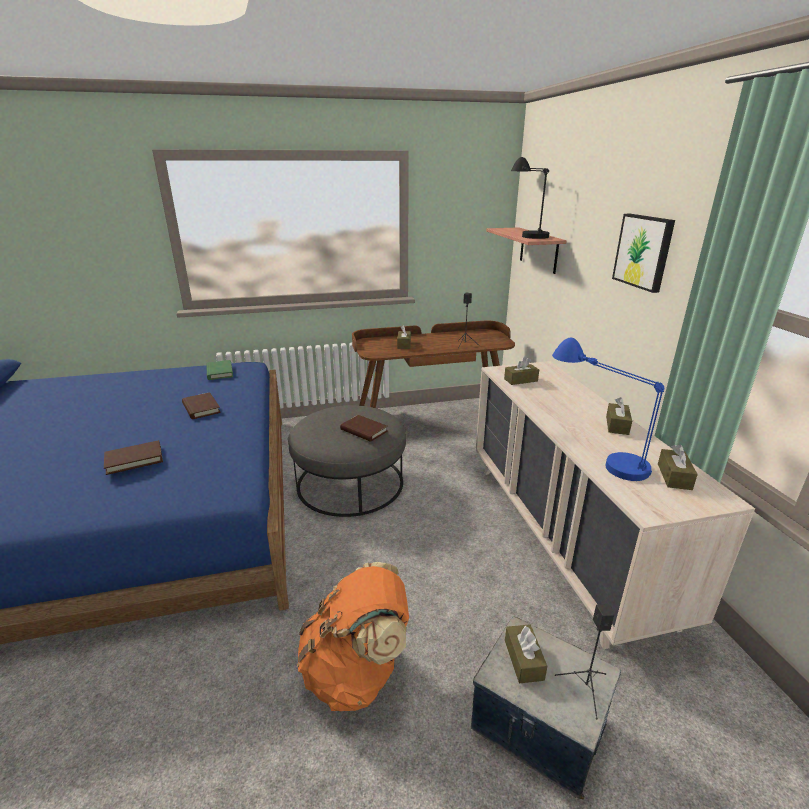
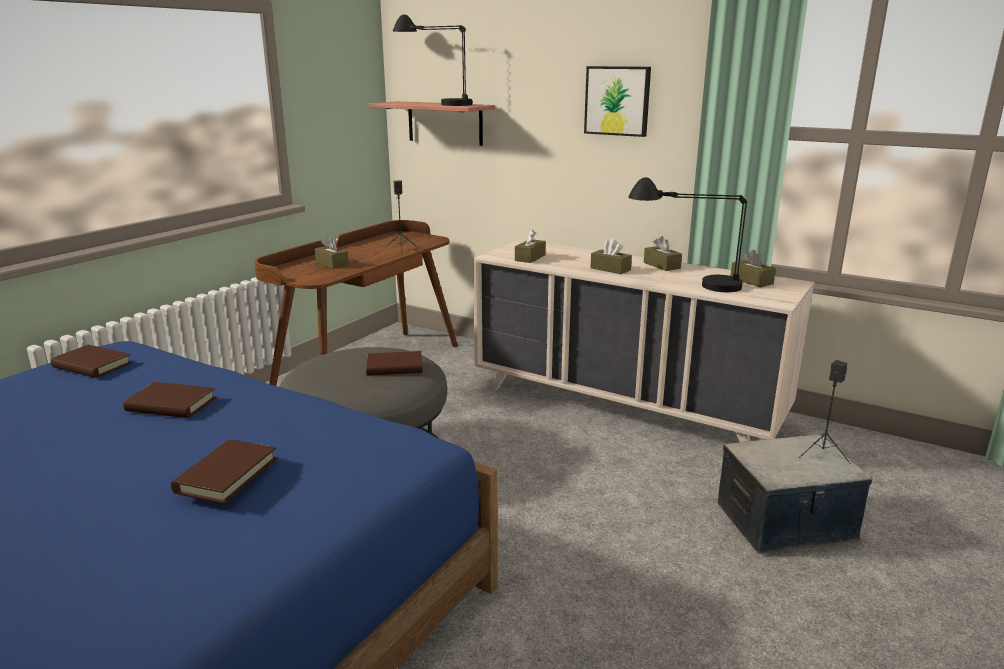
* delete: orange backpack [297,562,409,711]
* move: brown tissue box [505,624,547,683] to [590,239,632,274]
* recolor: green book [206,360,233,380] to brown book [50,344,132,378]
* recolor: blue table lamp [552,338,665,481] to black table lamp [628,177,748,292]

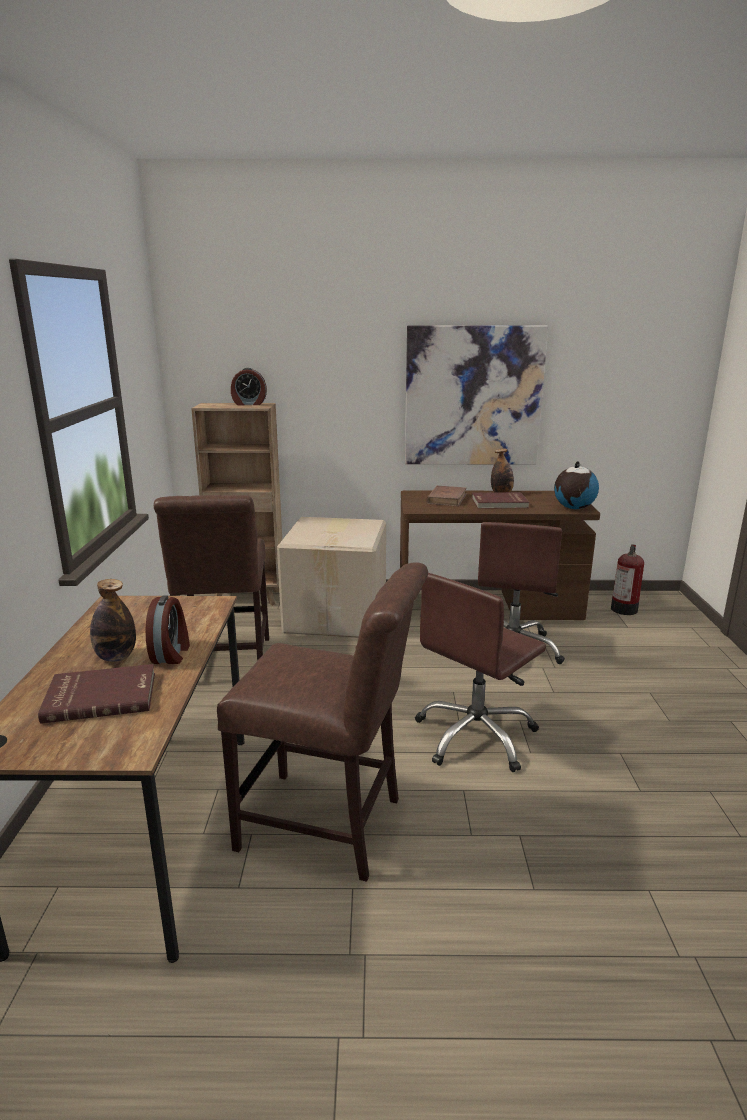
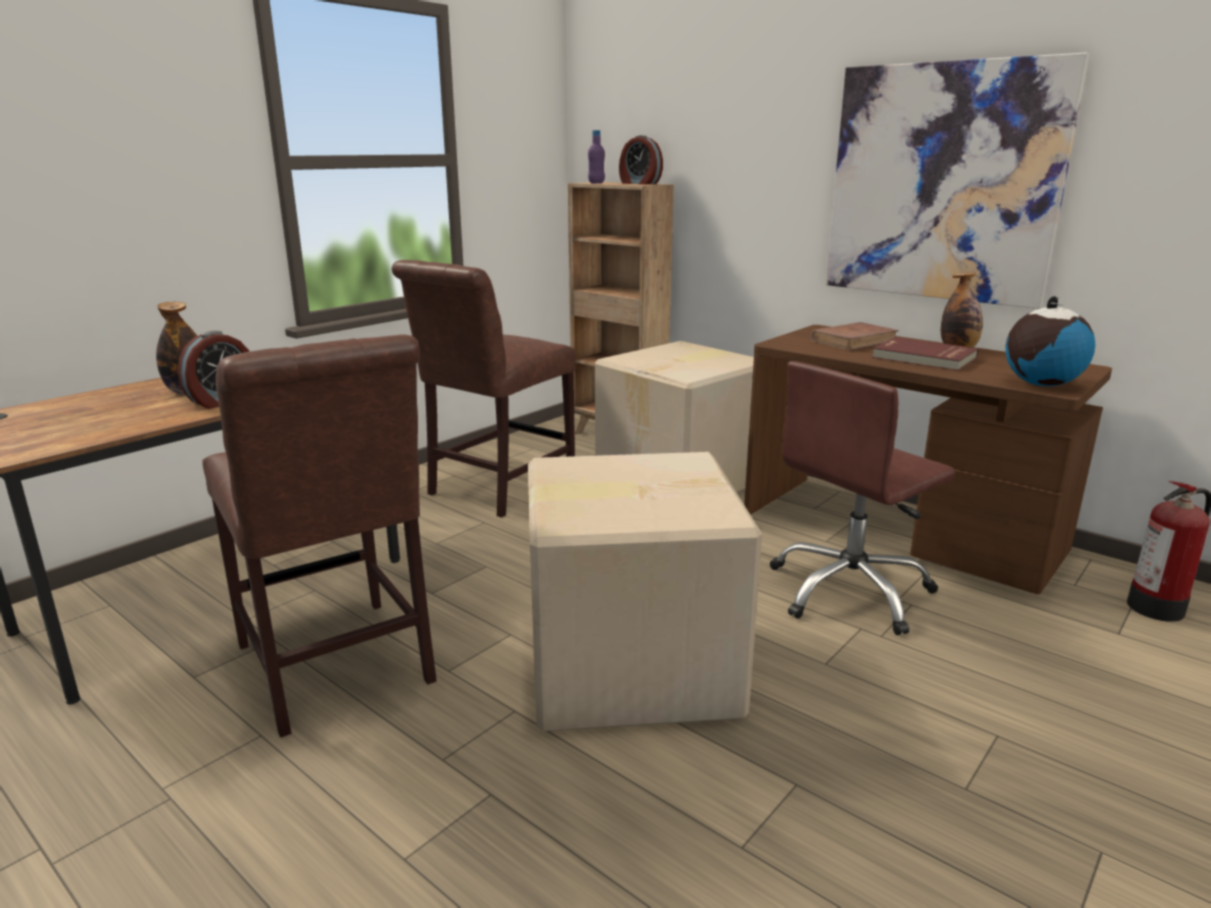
* delete: red book [38,664,155,724]
* insert: purple bottle [588,130,605,183]
* replace: brown office chair [415,573,546,772] to cardboard box [528,452,762,732]

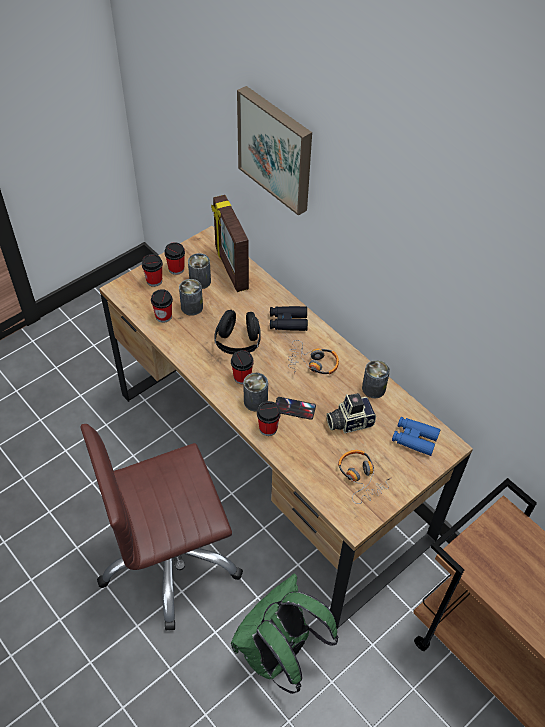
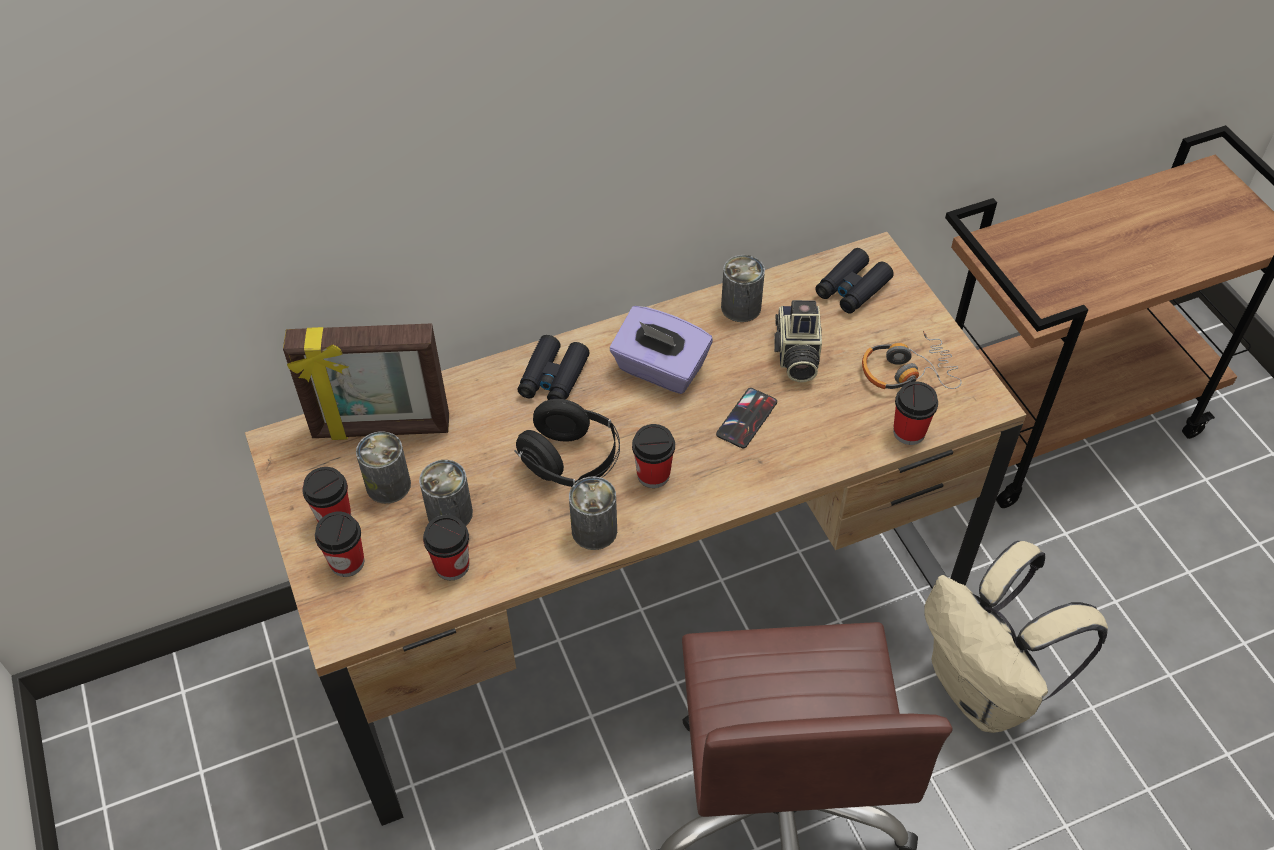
* delete: picture [237,86,312,216]
* move: can [243,373,268,411] to [569,476,617,550]
* move: cup [257,401,281,436] to [893,381,938,445]
* replace: headphones [288,340,339,374] to purple tissue box [610,306,713,394]
* recolor: green backpack [231,573,338,694] to beige backpack [924,541,1108,733]
* recolor: blue binoculars [392,417,440,456] to black binoculars [815,248,894,313]

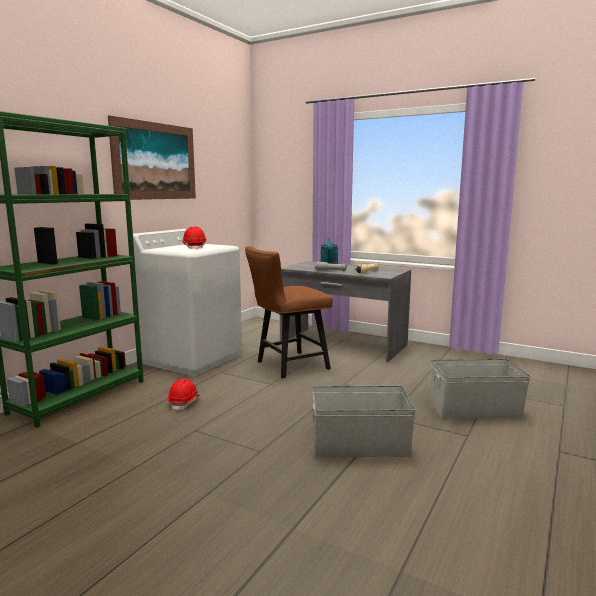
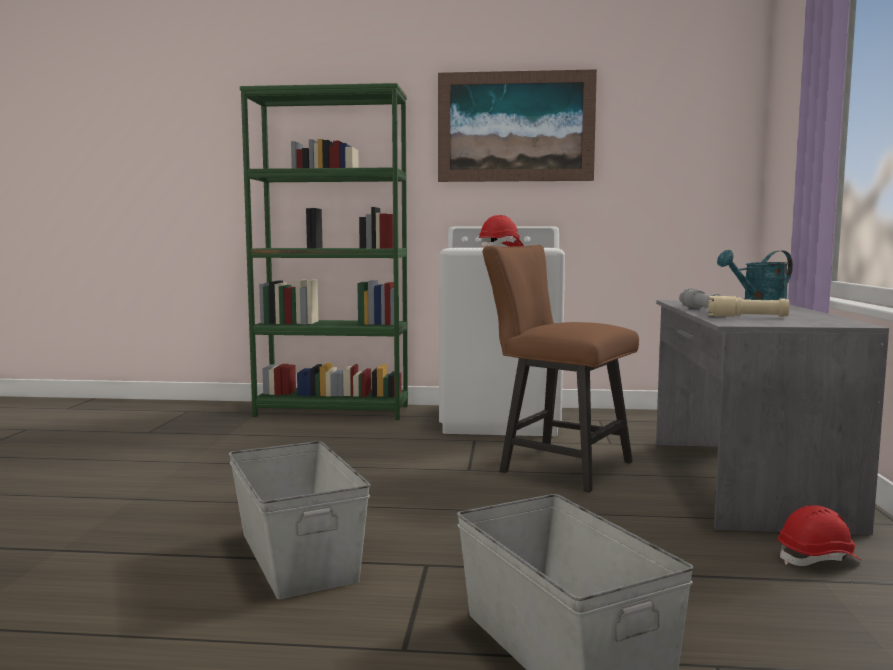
* move: red hard hat [168,379,200,411] to [778,505,862,566]

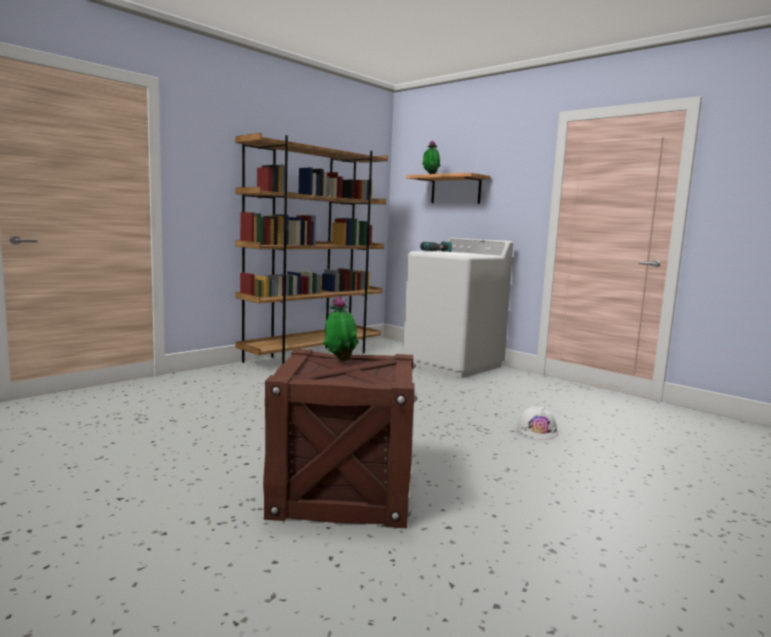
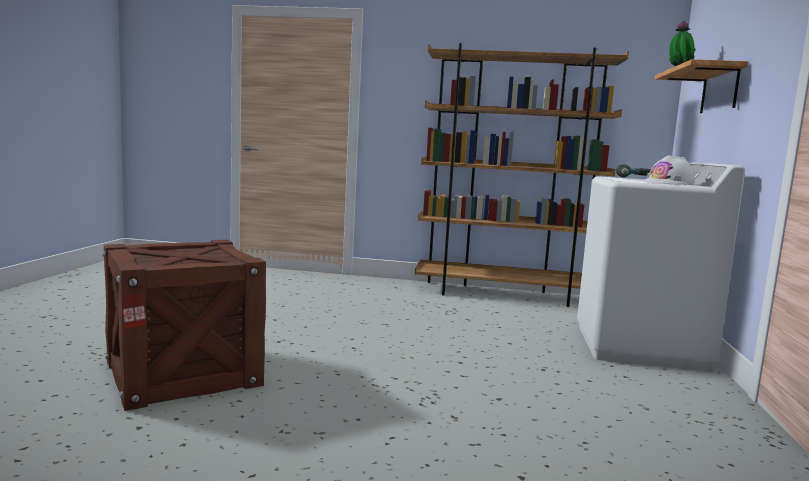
* delete: potted plant [323,296,359,361]
* move: white hard hat [516,406,558,440] to [644,155,695,185]

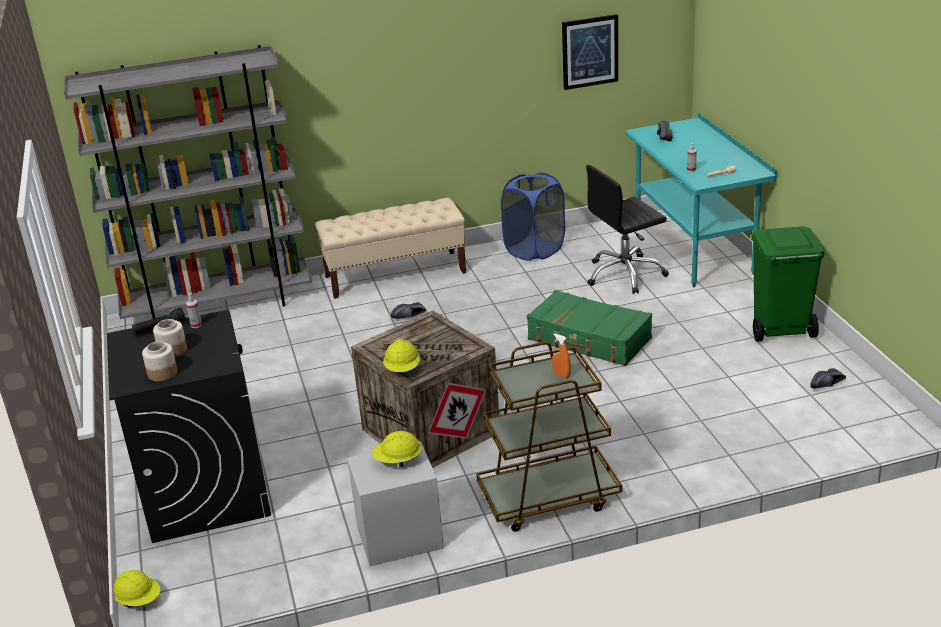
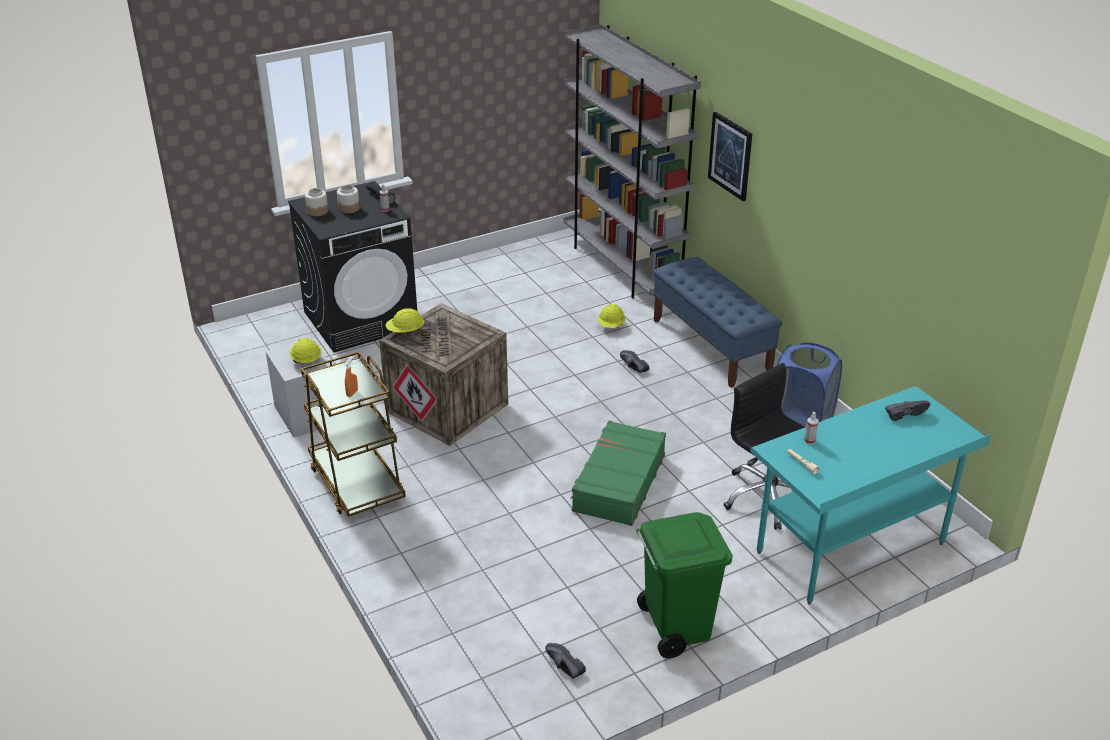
* move: yellow hard hat [114,570,160,608] to [598,304,625,328]
* move: picture [562,14,618,90] to [708,112,752,201]
* recolor: beige bench [315,198,466,299] to blue bench [653,257,782,388]

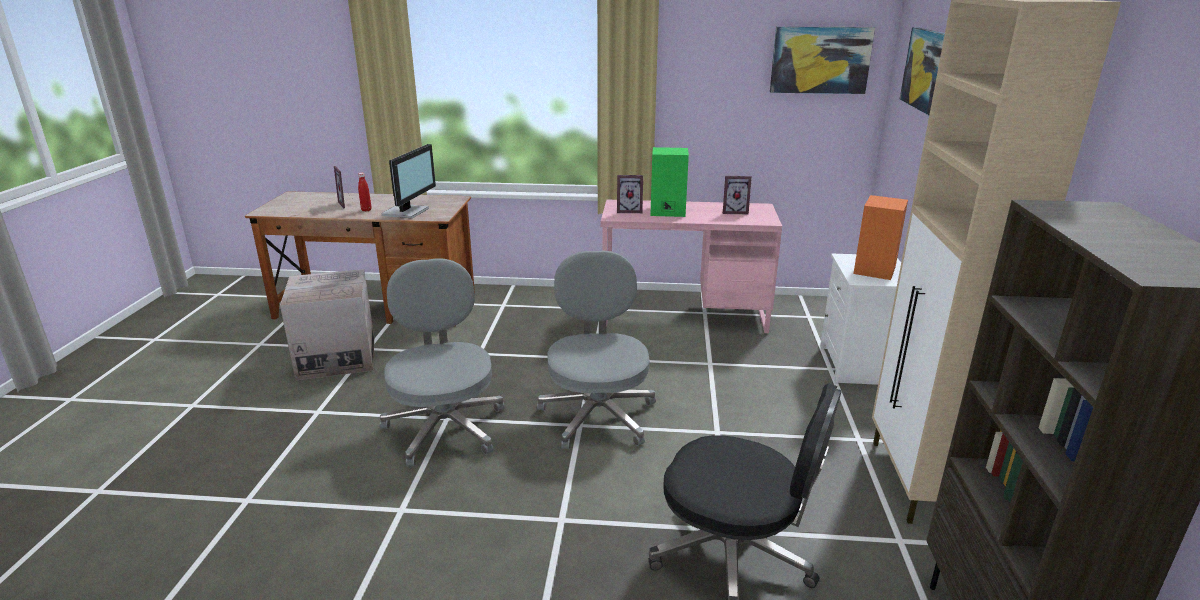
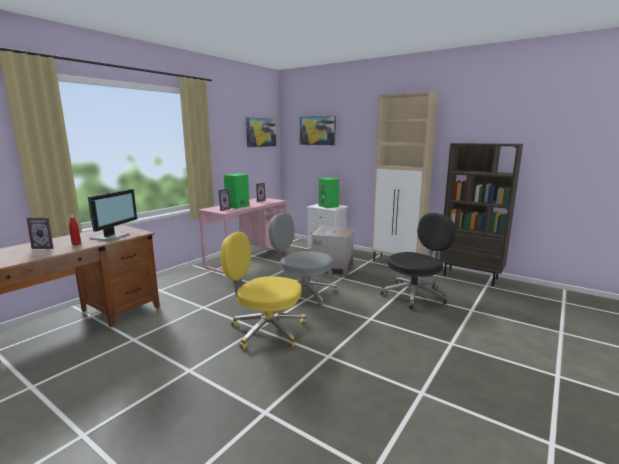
* move: cardboard box [280,269,374,381] to [312,226,354,277]
* recolor: grey office chair [380,258,505,467] to yellow office chair [221,232,306,350]
* recolor: orange speaker [853,195,908,280] to green speaker [318,178,339,208]
* rotate: monitor [381,144,436,218] = [88,189,137,241] 60 degrees clockwise

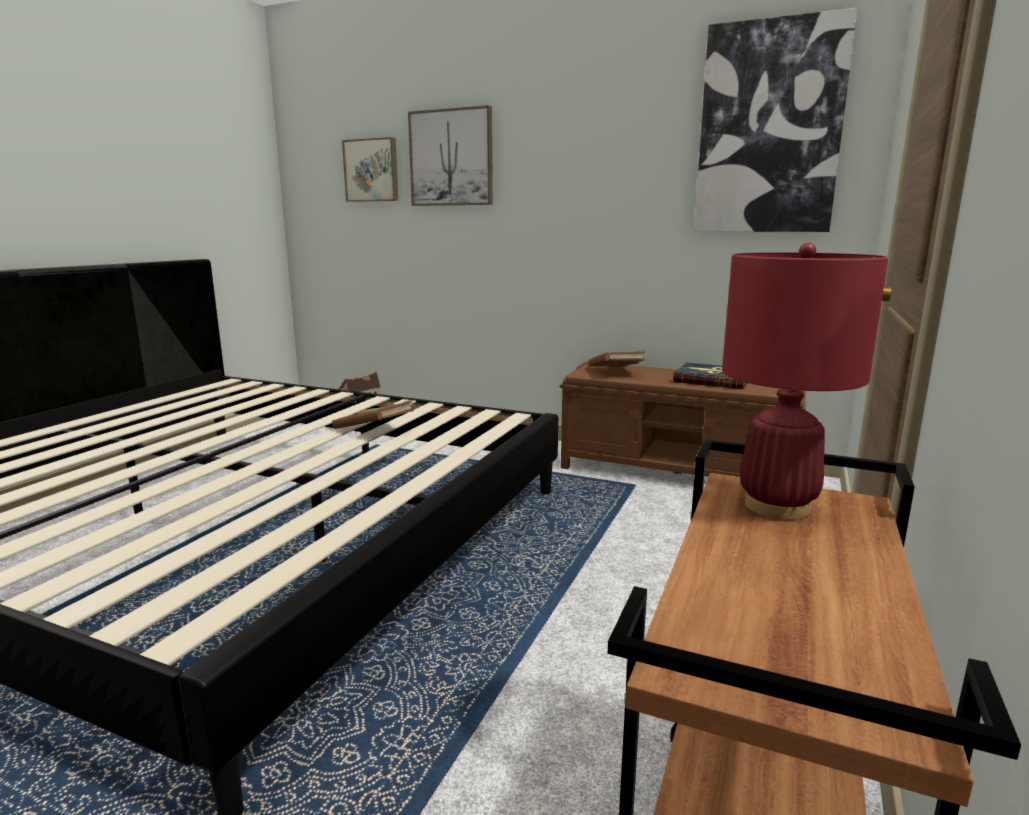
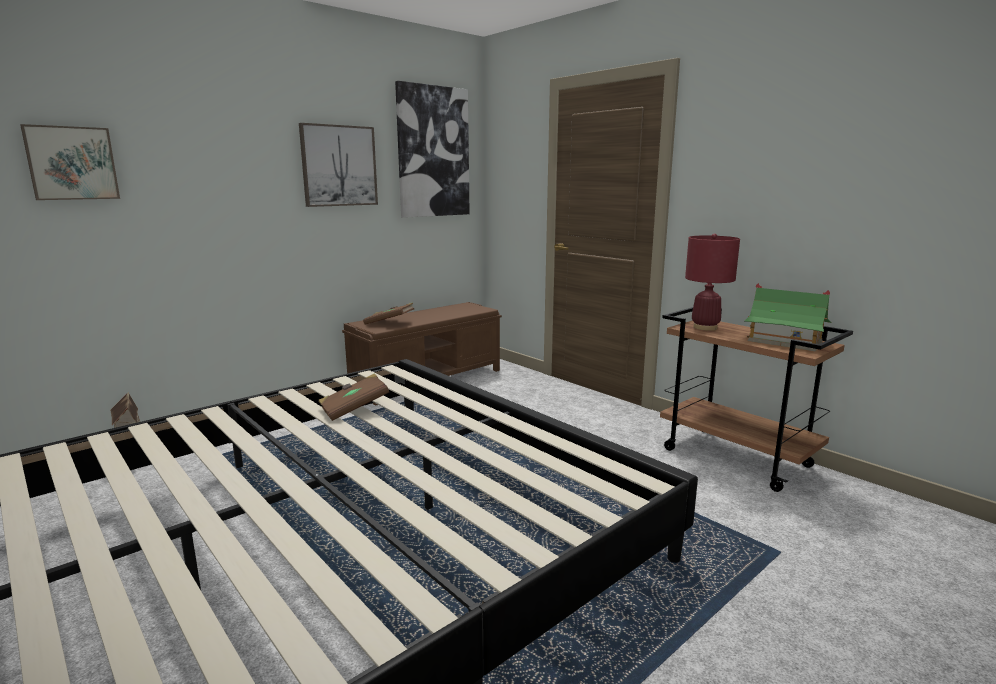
* delete: book [673,363,747,389]
* insert: toy house [745,283,831,352]
* move: picture [408,105,493,206] to [299,123,378,207]

